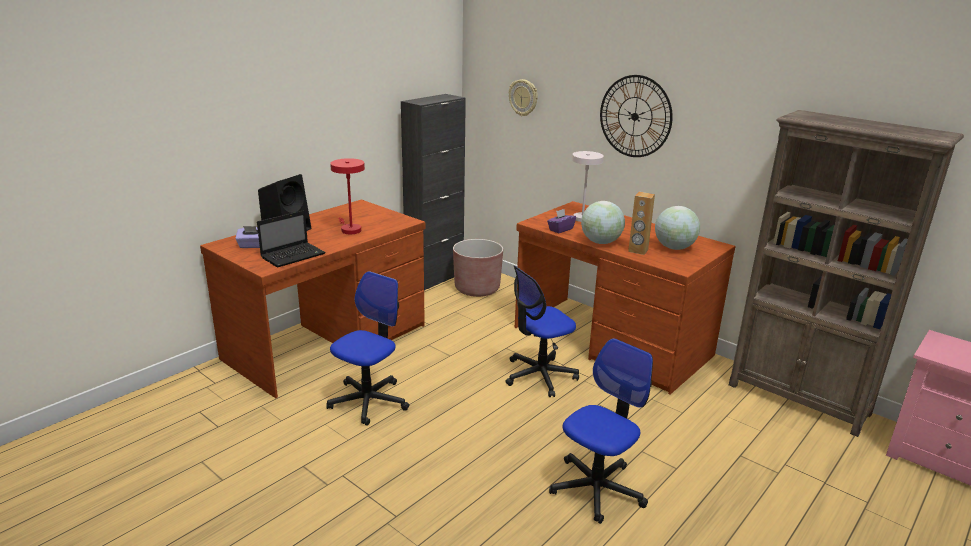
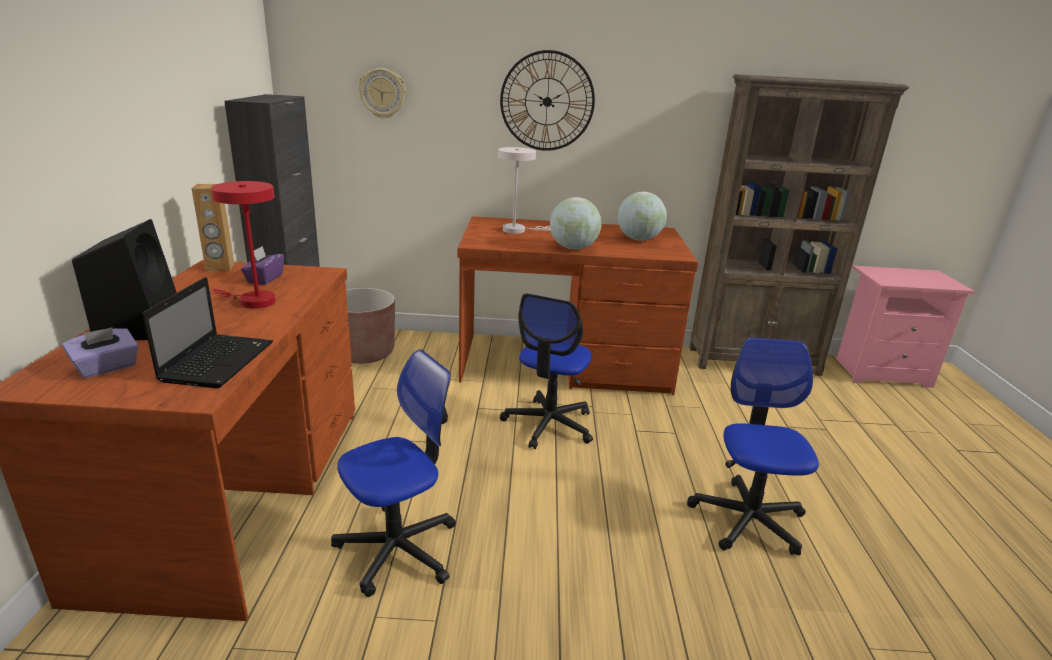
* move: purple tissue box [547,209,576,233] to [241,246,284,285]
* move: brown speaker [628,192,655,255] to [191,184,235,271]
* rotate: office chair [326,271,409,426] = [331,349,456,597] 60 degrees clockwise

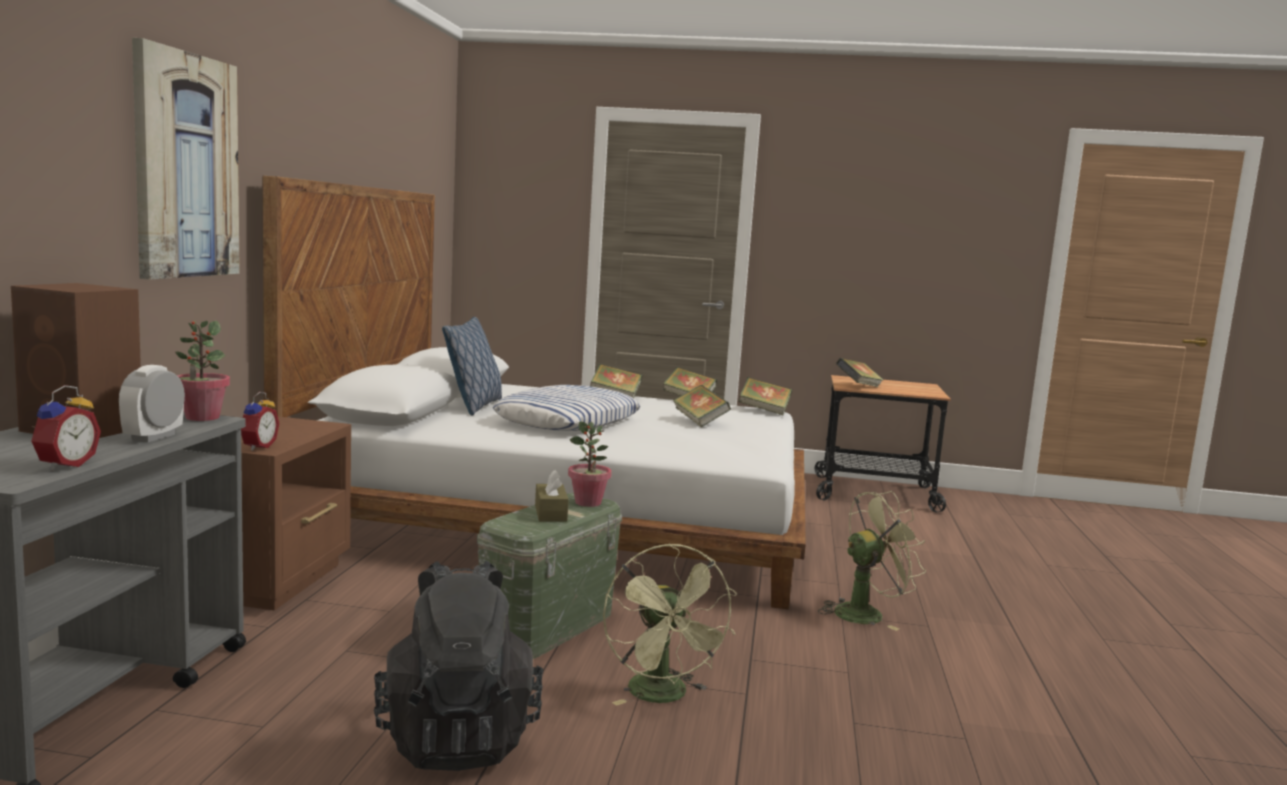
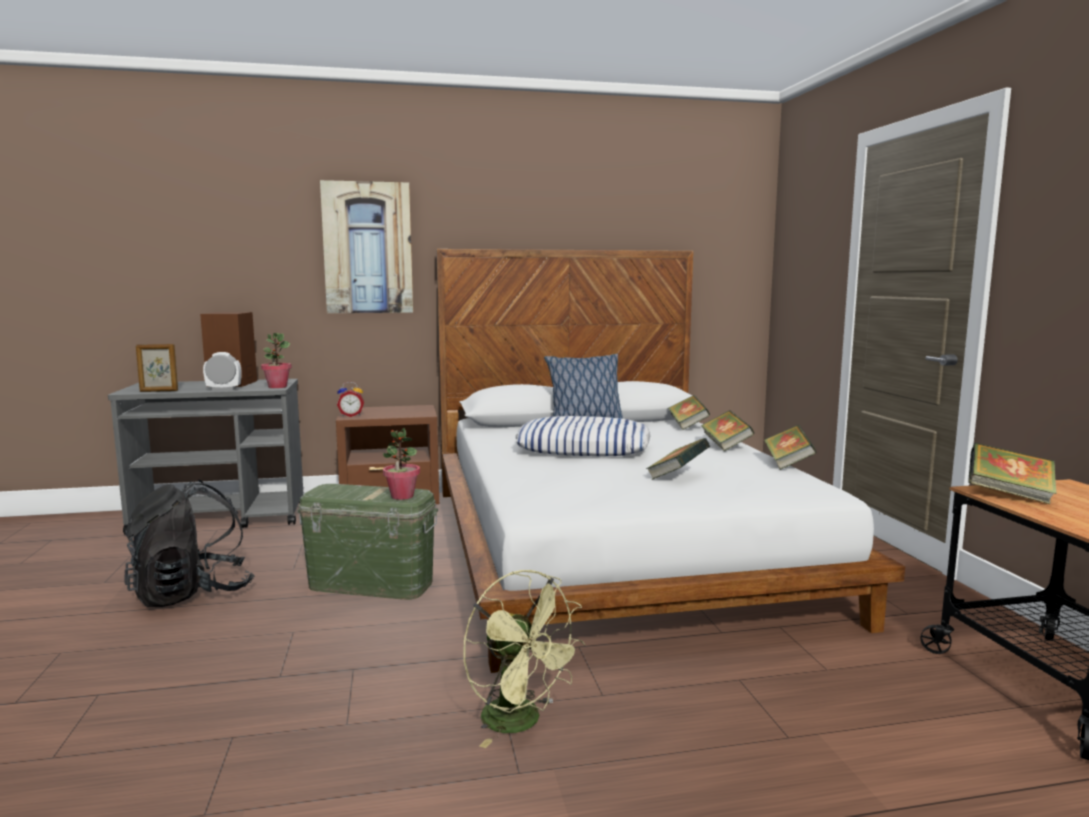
* delete: brown tissue box [535,470,569,522]
* delete: green fan [603,543,737,706]
* move: book [738,377,792,415] to [668,395,710,430]
* replace: alarm clock [31,385,101,471] to picture frame [136,344,178,392]

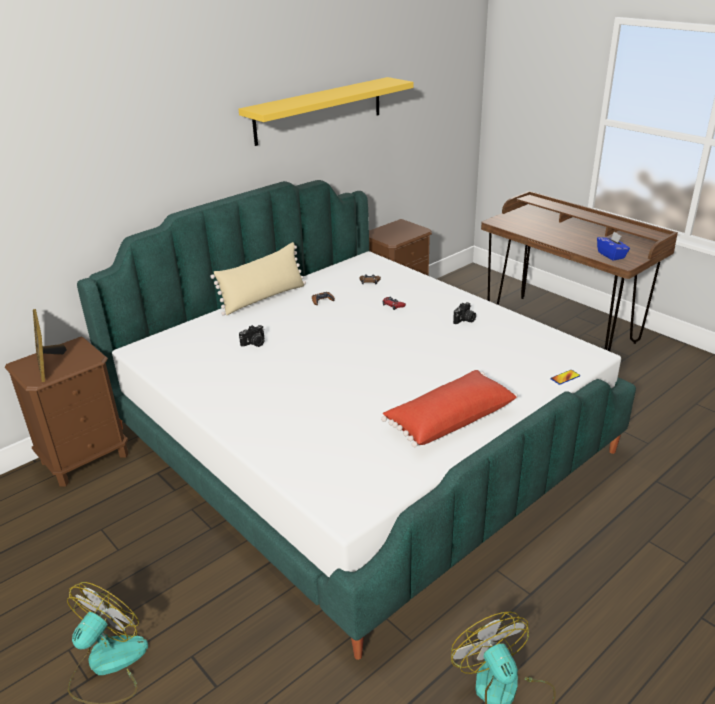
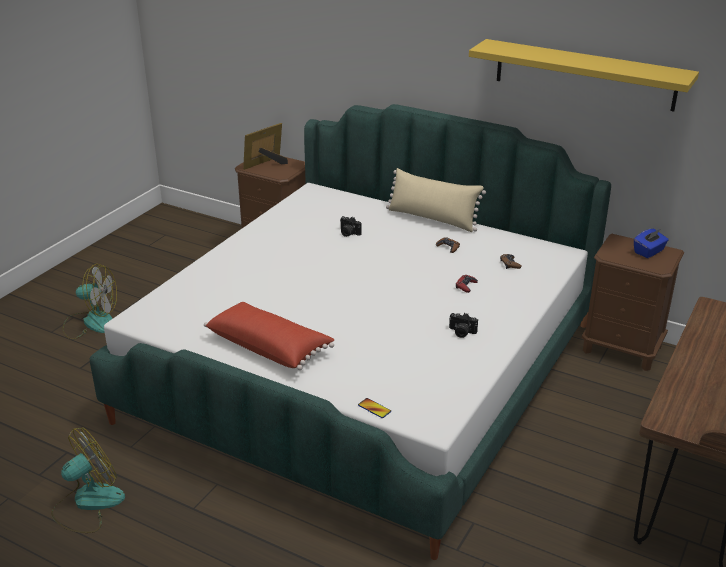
* move: blue tissue box [597,232,630,261] to [634,229,669,258]

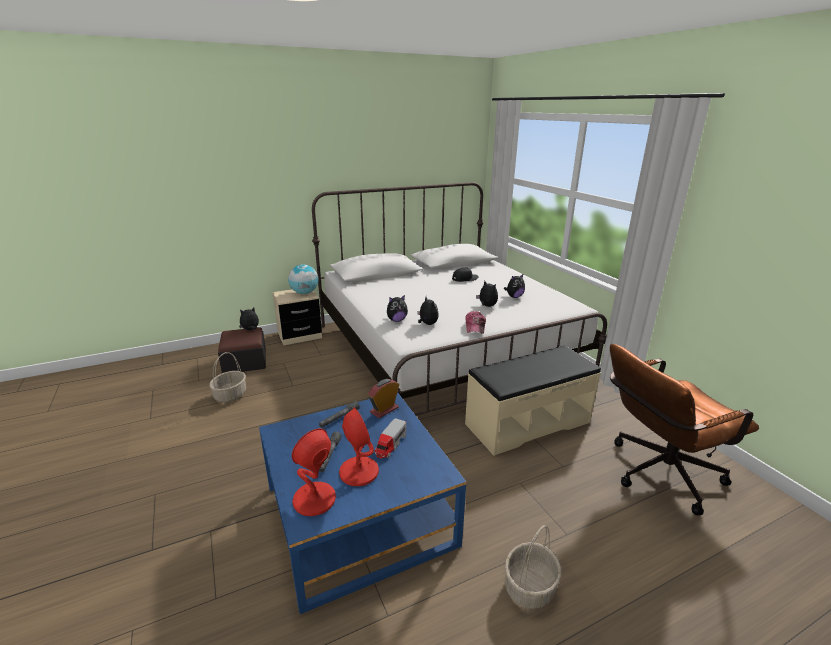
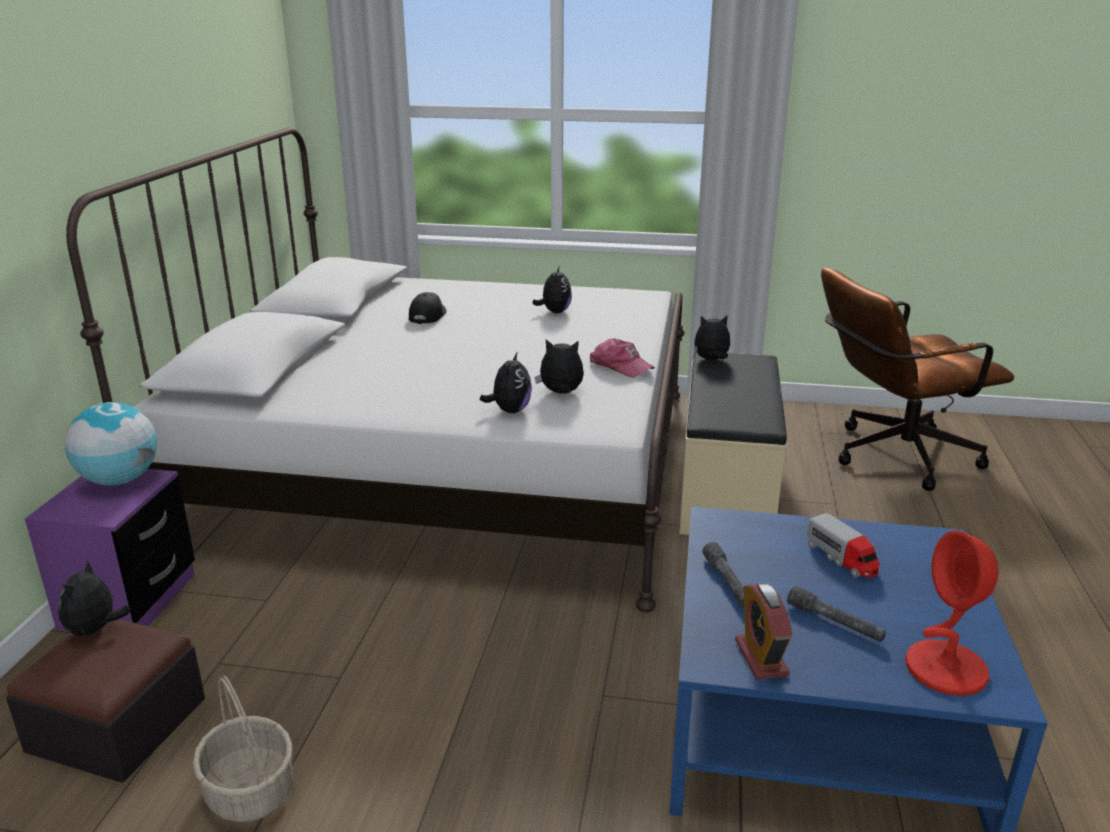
* delete: red table lamp [339,408,379,486]
* delete: basket [505,525,561,609]
* move: alarm clock [368,379,399,418] to [735,583,792,679]
* move: plush toy [476,281,498,307] to [694,315,730,360]
* recolor: beige nightstand [272,290,322,345] to purple nightstand [25,469,195,631]
* rotate: brown office chair [610,344,759,516] = [821,268,1014,491] 60 degrees clockwise

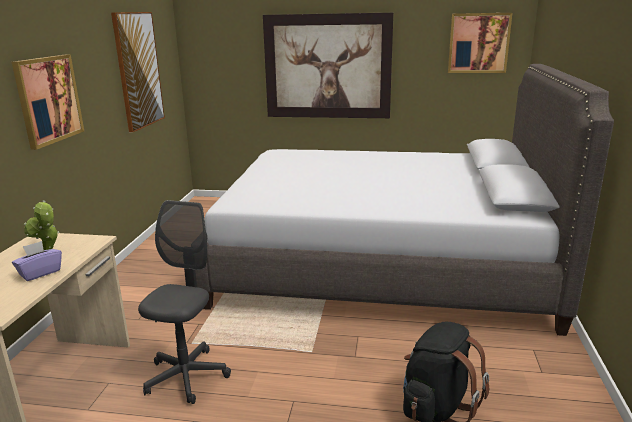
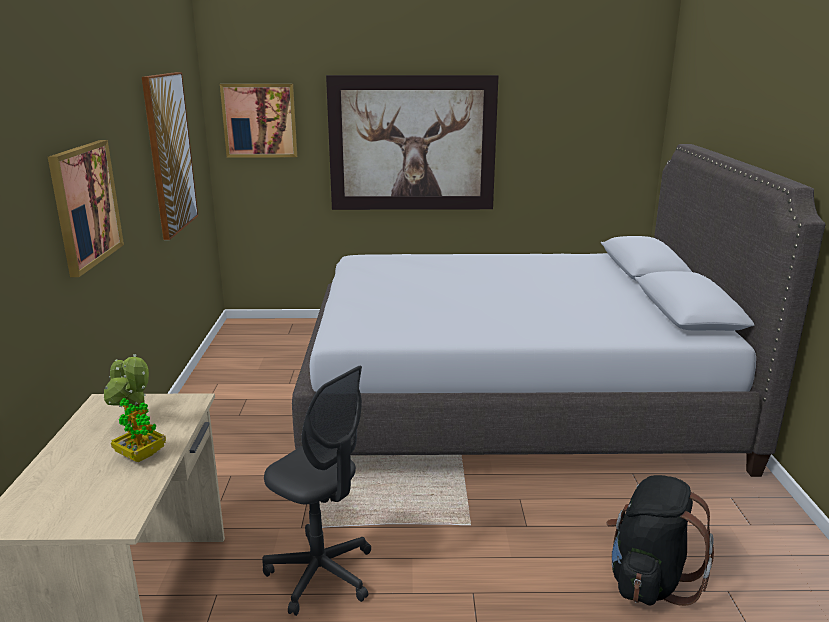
* move: picture [448,13,512,73] to [220,84,297,157]
* replace: purple tissue box [12,241,62,281] to potted plant [111,398,166,462]
* rotate: grey office chair [138,200,231,404] = [262,366,371,616] 120 degrees clockwise

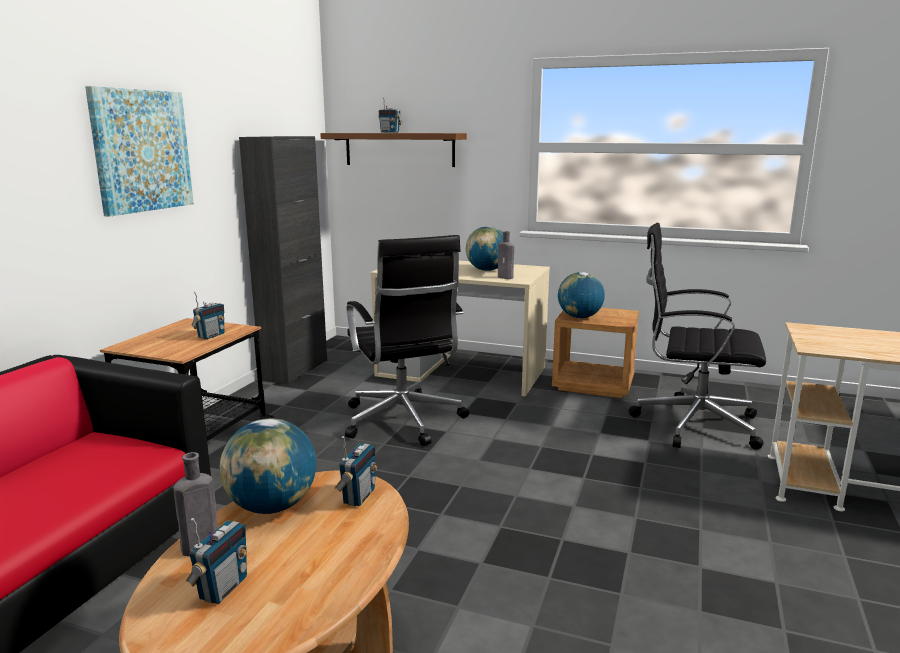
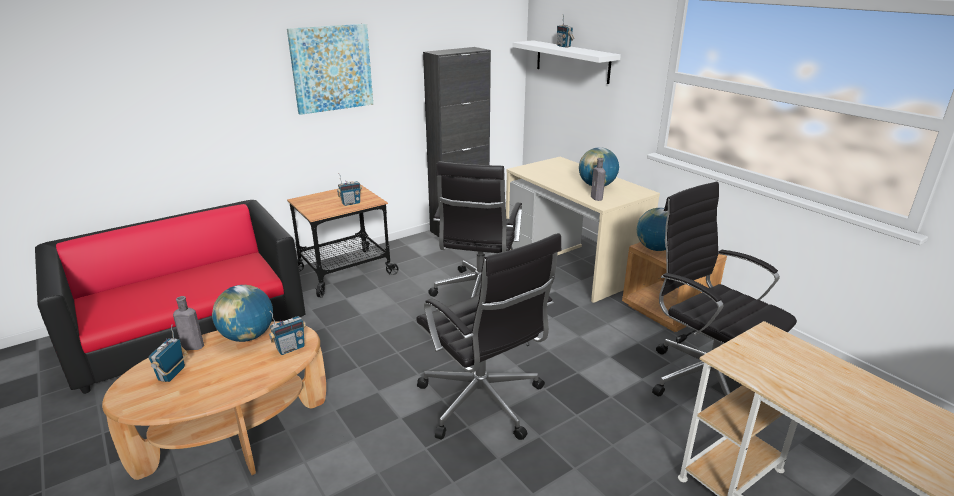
* insert: black office chair [417,233,561,440]
* recolor: brown shelf [320,133,467,167] to white shelf [512,40,621,84]
* rotate: radio [186,518,247,604] = [149,325,188,382] 135 degrees clockwise

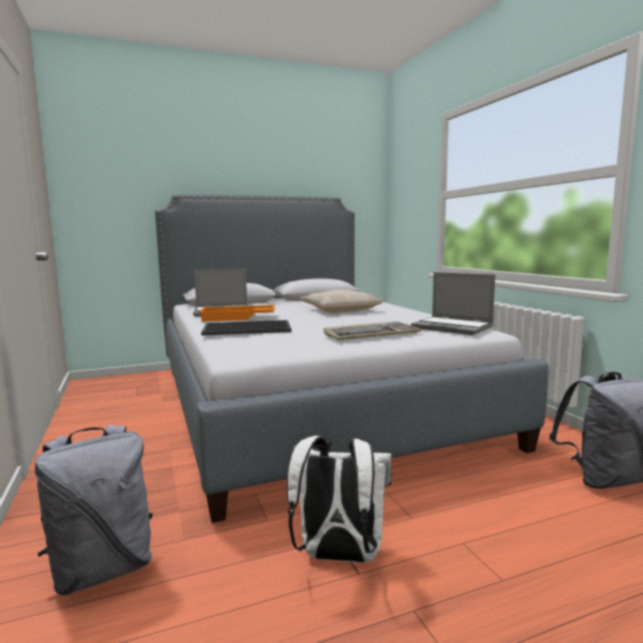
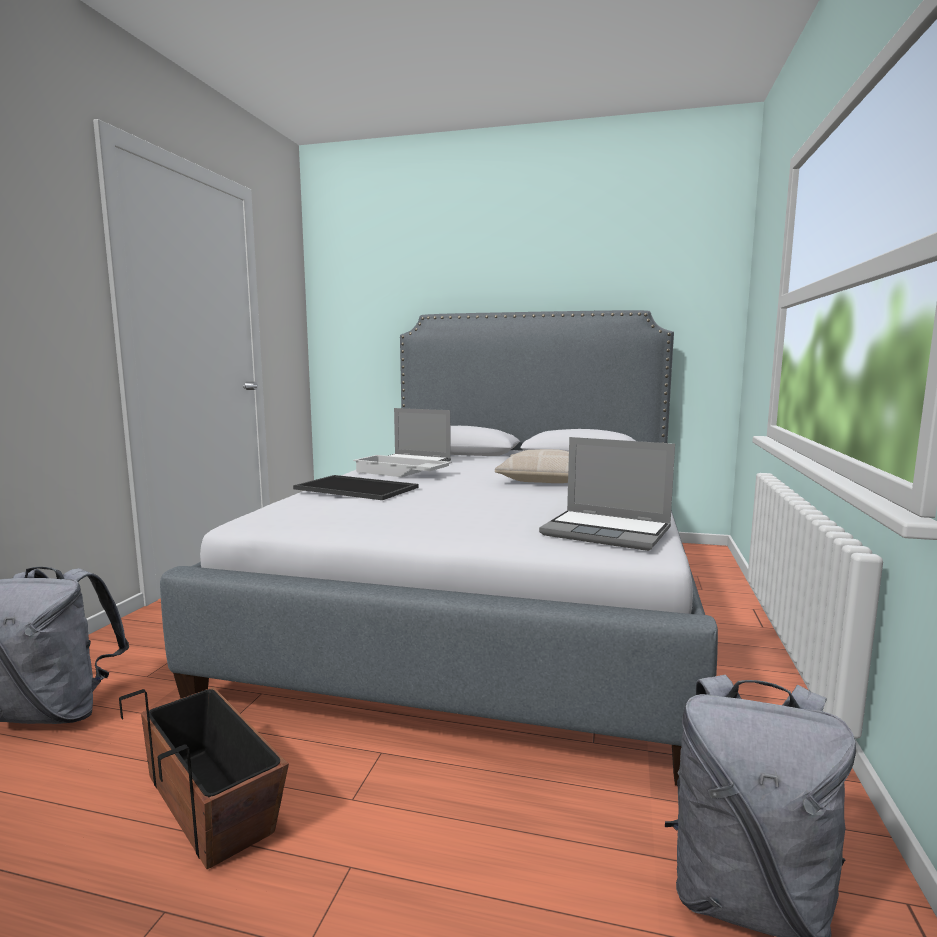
* delete: keyboard [324,321,421,340]
* replace: white backpack [287,436,392,563] to planter [119,687,289,869]
* recolor: orange tray [199,305,275,322] to white tray [353,455,452,477]
* rotate: laptop [411,272,495,335] = [539,437,675,551] 45 degrees counterclockwise

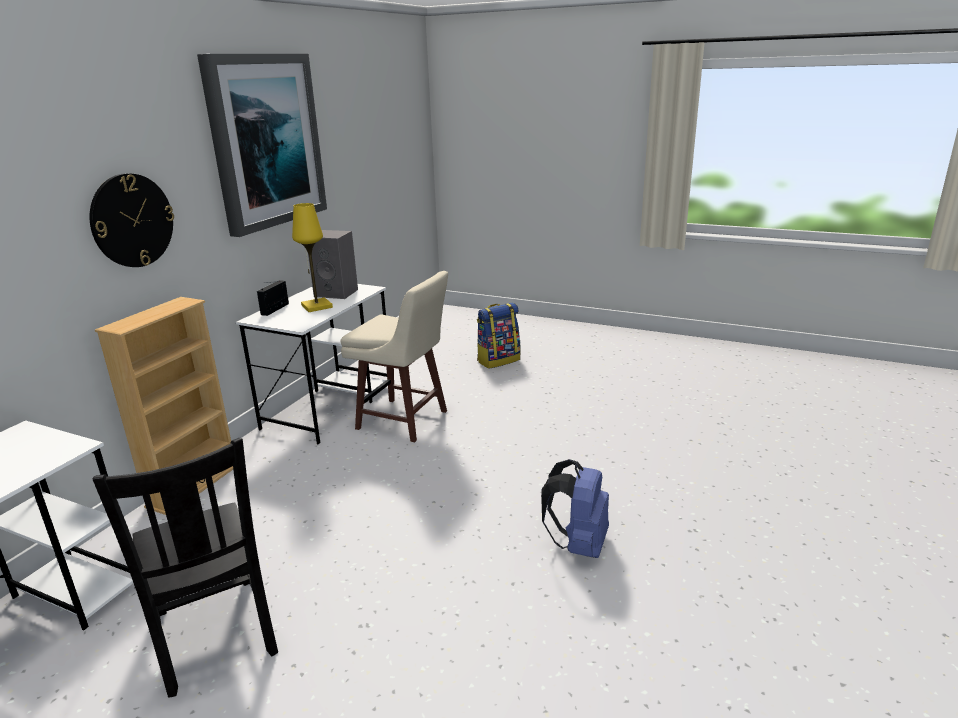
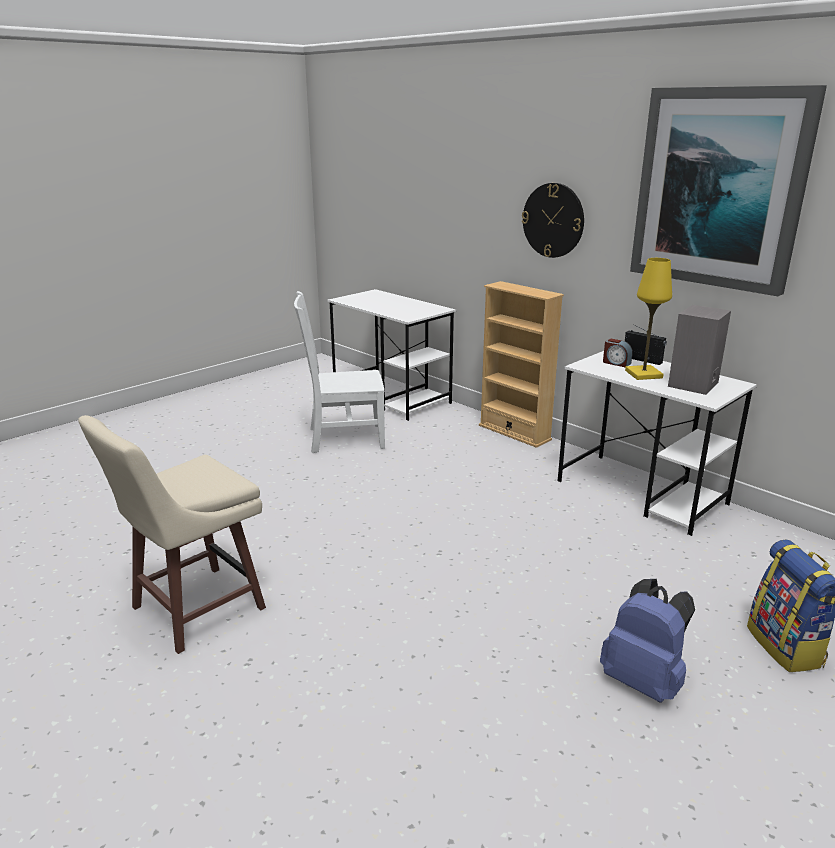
* insert: alarm clock [603,339,633,368]
* move: beige stool [341,271,448,442] to [78,415,266,654]
* move: blue backpack [541,459,609,558] to [600,579,695,703]
* recolor: black chair [92,438,278,698] to white chair [294,291,385,453]

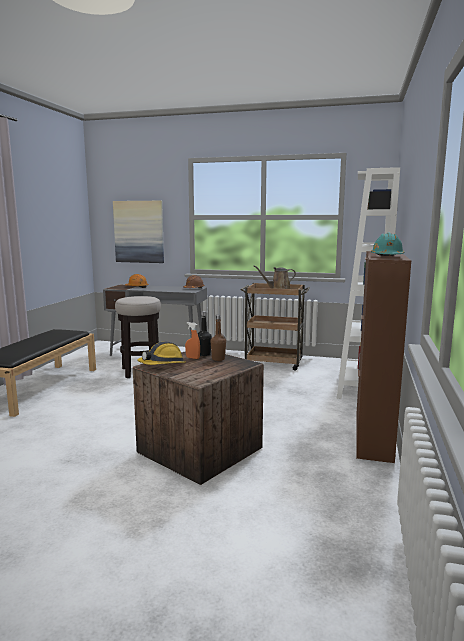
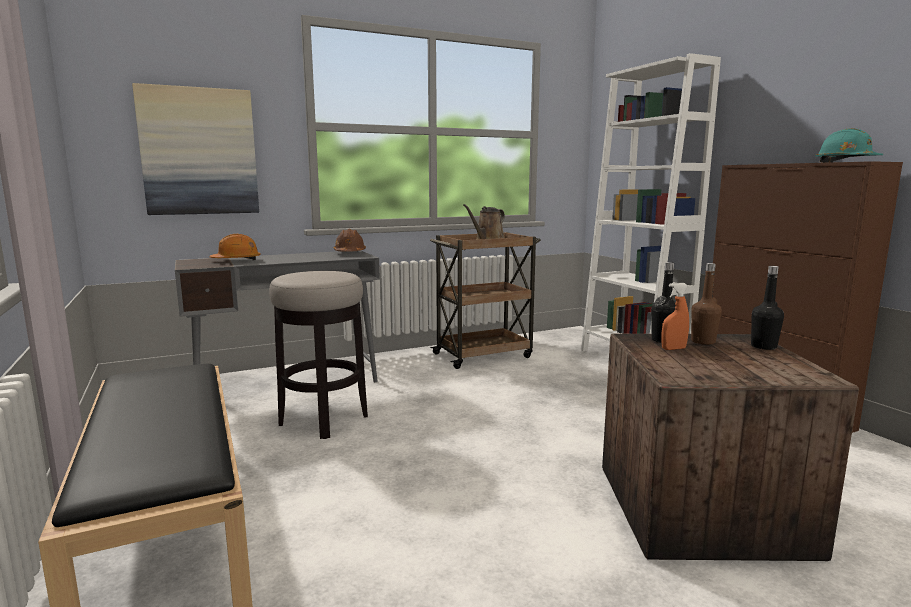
* delete: hard hat [137,341,186,365]
* insert: black bottle [751,266,784,350]

